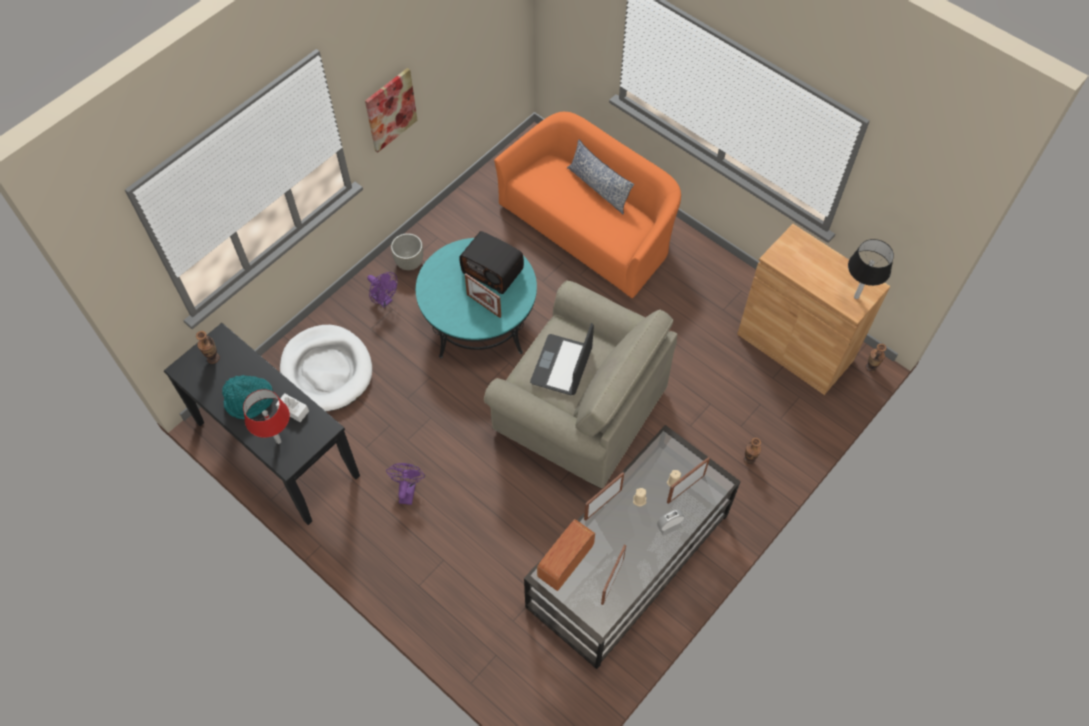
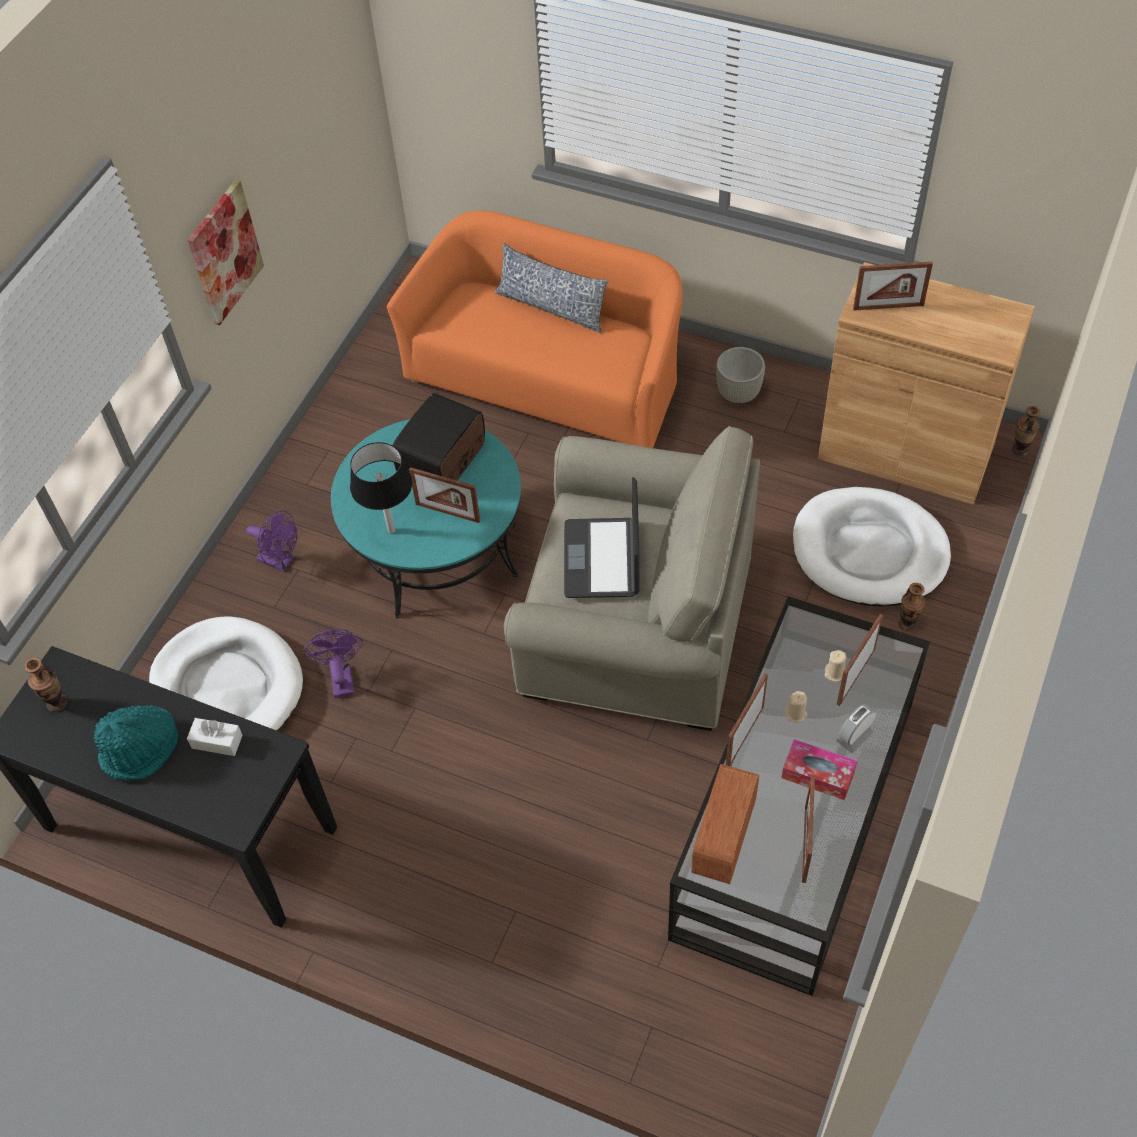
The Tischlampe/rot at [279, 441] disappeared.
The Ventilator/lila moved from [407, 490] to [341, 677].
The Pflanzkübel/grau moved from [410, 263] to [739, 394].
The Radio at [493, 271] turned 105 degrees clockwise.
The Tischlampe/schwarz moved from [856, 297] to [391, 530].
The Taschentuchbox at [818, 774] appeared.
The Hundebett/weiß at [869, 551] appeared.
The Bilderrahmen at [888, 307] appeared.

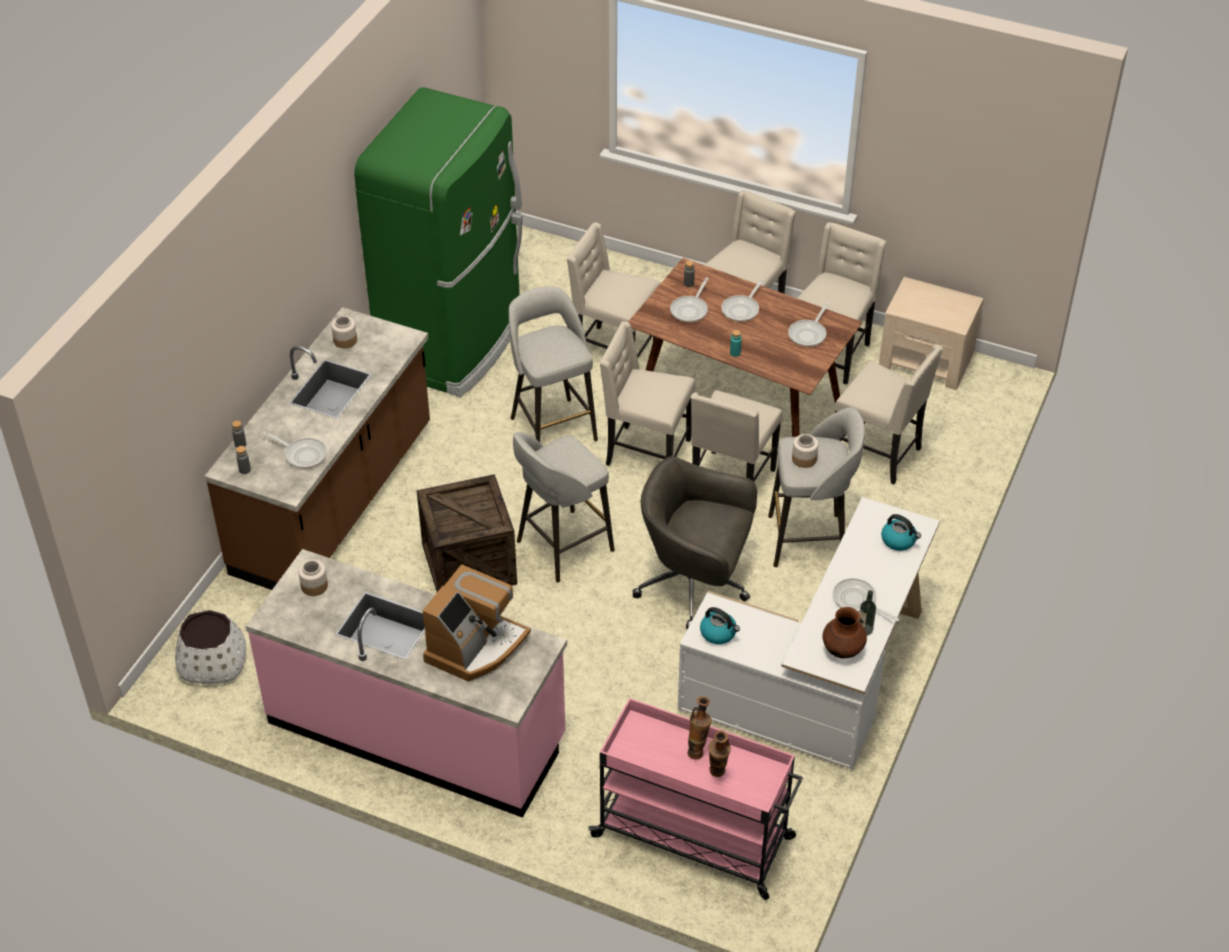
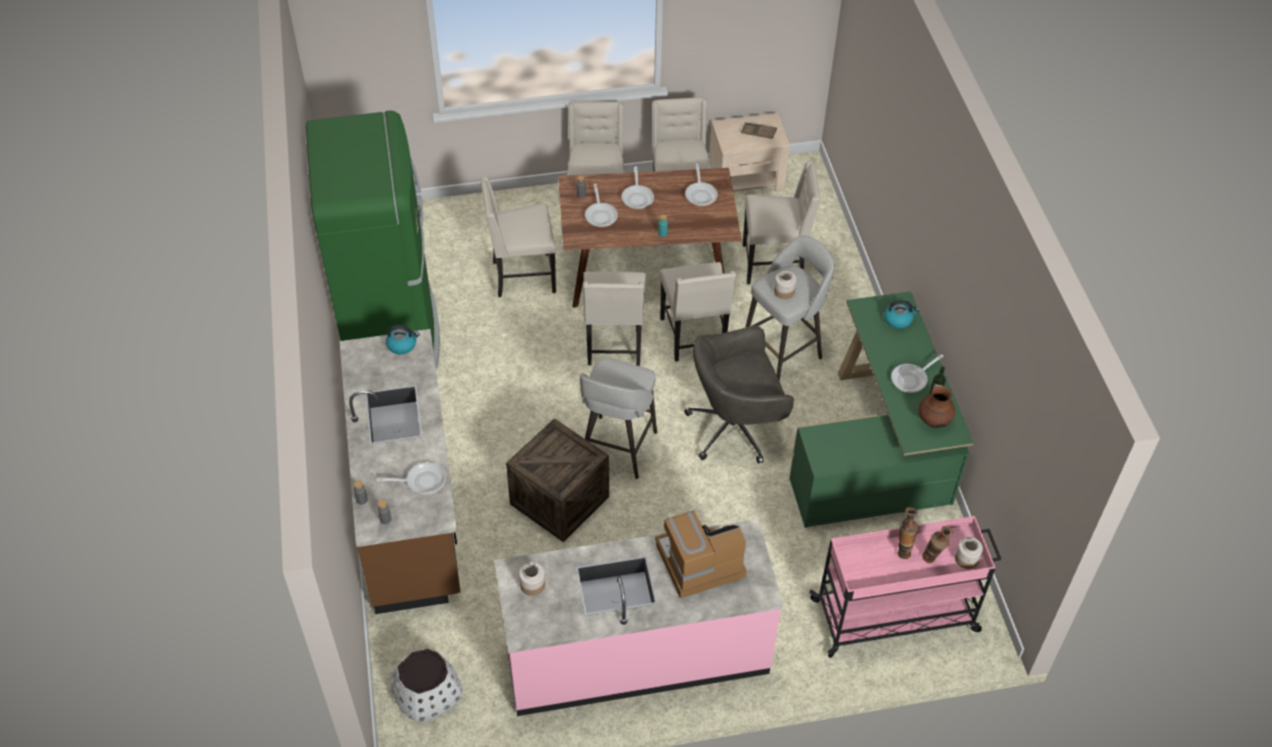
The Vorratsglas moved from [345, 340] to [966, 559].
The Kaffeemaschine at [476, 646] turned 105 degrees counterclockwise.
The Hocker/grau at [552, 427] disappeared.
The Stuhl/beige at [646, 453] turned 75 degrees counterclockwise.
The Schreibtisch/weiß at [819, 680] became the Schreibtisch/grün at [877, 452].
The Wasserkessel moved from [718, 633] to [402, 345].
The Pfanne at [857, 601] turned 45 degrees counterclockwise.
The Tablett/braun at [758, 132] appeared.

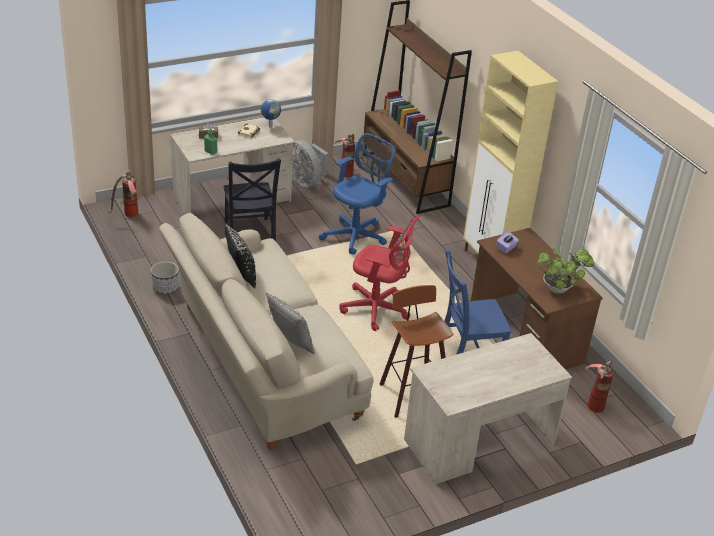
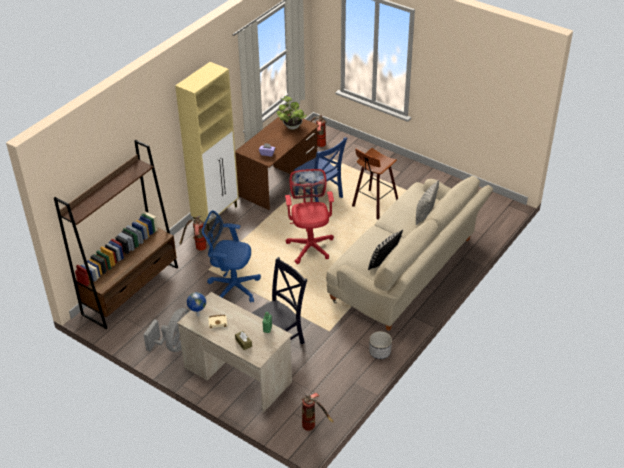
The Feuerlöscher moved from [346, 171] to [197, 248].
The Schreibtisch/beige at [479, 442] disappeared.

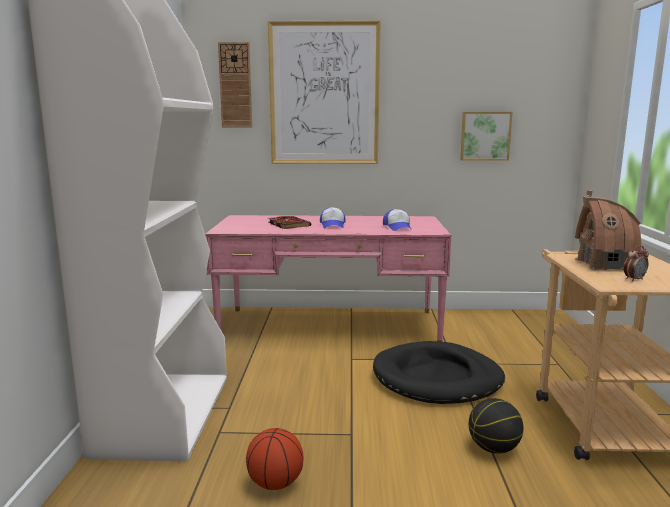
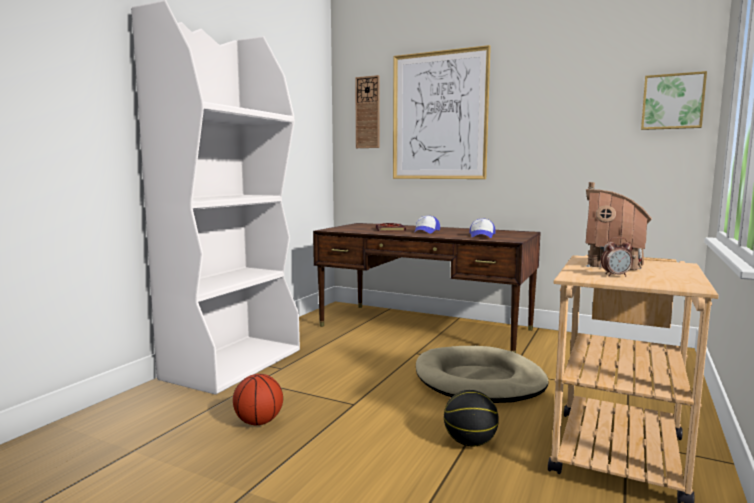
The Schreibtisch/rosa at [330, 326] became the Schreibtisch/braun at [424, 327].
The Hundebett/schwarz at [437, 378] became the Hundebett/beige at [479, 380].
The Bild moved from [485, 136] to [672, 101].

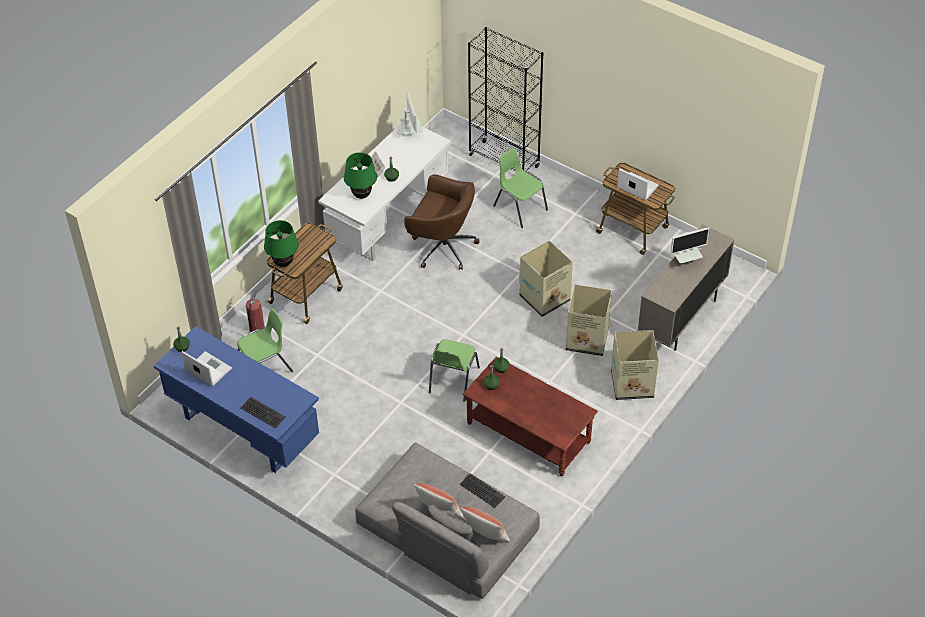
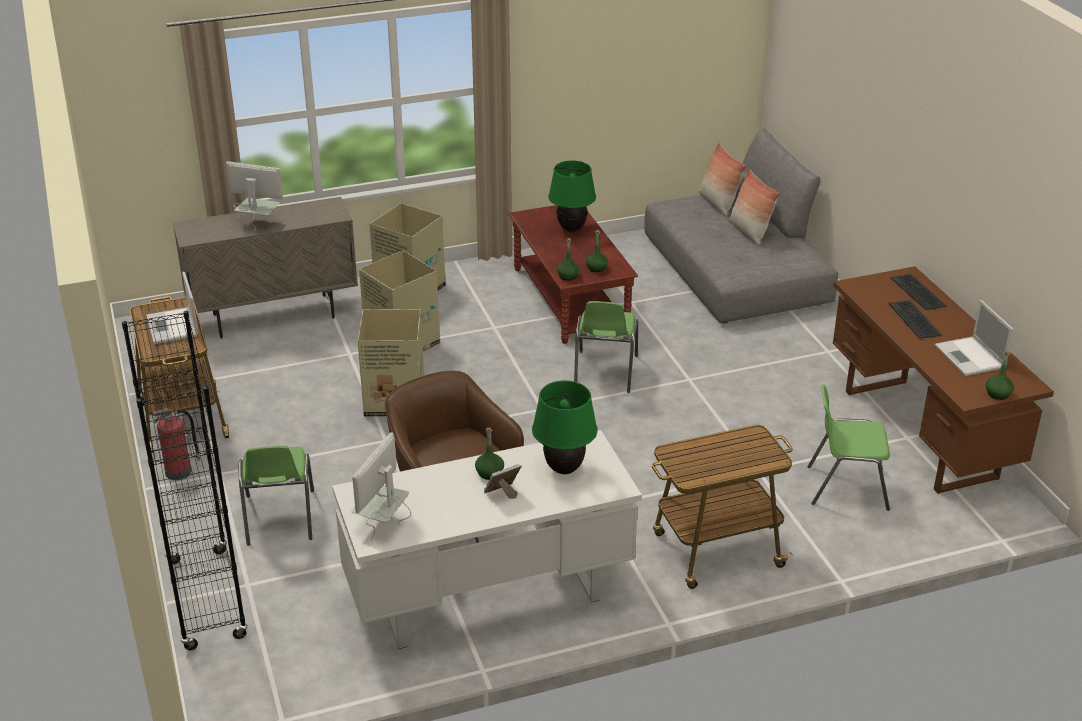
The Schreibtisch/blau at [243, 430] became the Schreibtisch/braun at [920, 433].
The Feuerlöscher moved from [256, 329] to [179, 471].
The Tischlampe/grün moved from [283, 263] to [571, 229].
The Stuhl/grün at [453, 380] turned 135 degrees clockwise.
The Tastatur moved from [482, 491] to [915, 319].

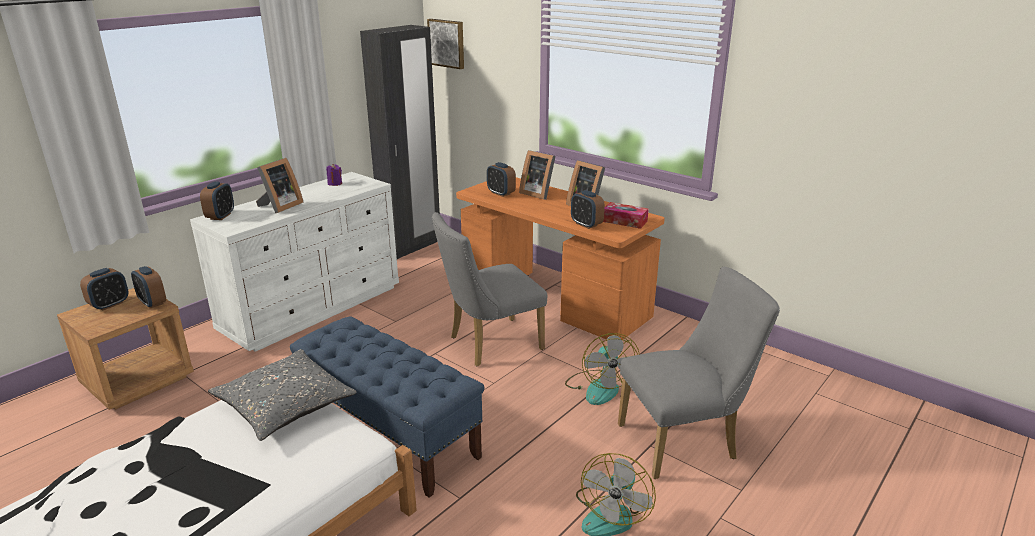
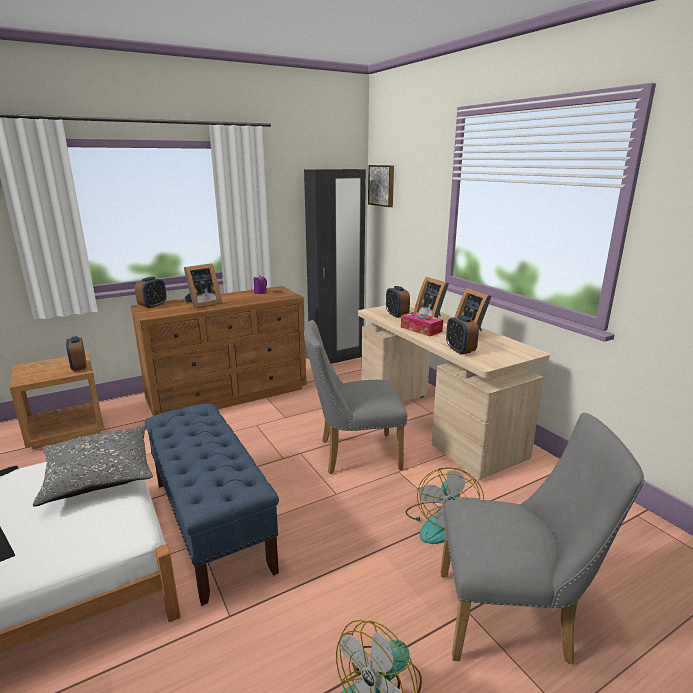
The Wecker at [109, 304] disappeared.
The Kommode/weiß at [313, 307] became the Kommode/braun at [229, 394].
The Schreibtisch/orange at [553, 301] became the Schreibtisch/beige at [435, 424].
The Taschentuchbox moved from [624, 221] to [421, 329].

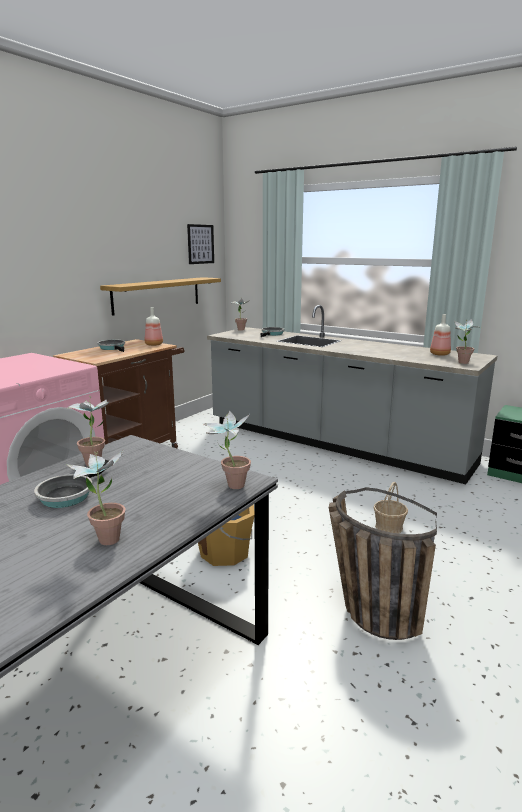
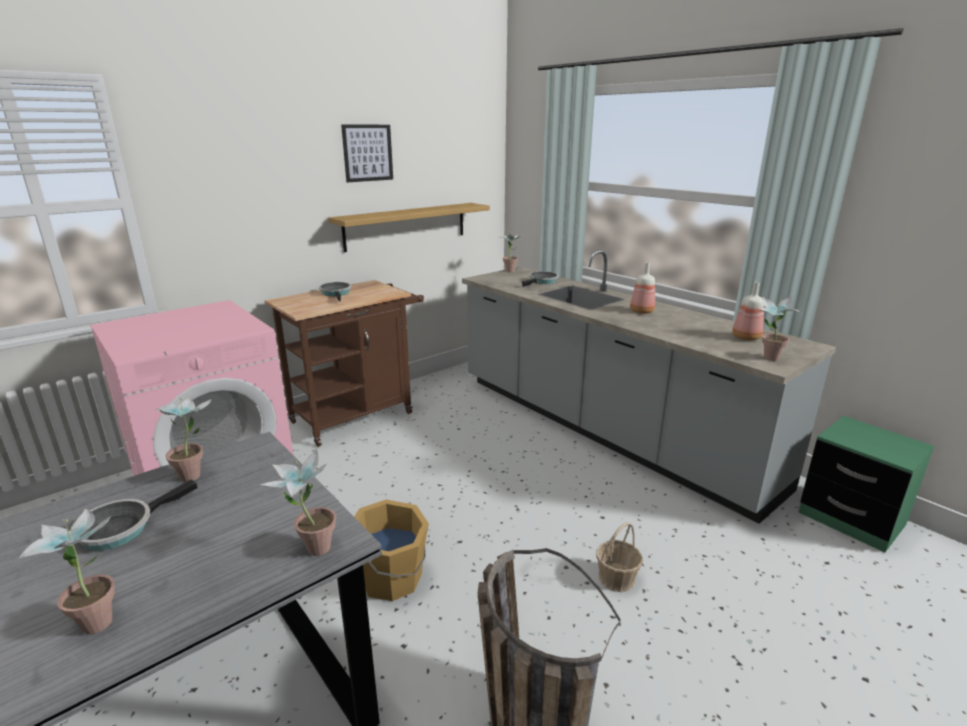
The Flasche moved from [153, 345] to [641, 311].
The Bild moved from [200, 244] to [367, 153].

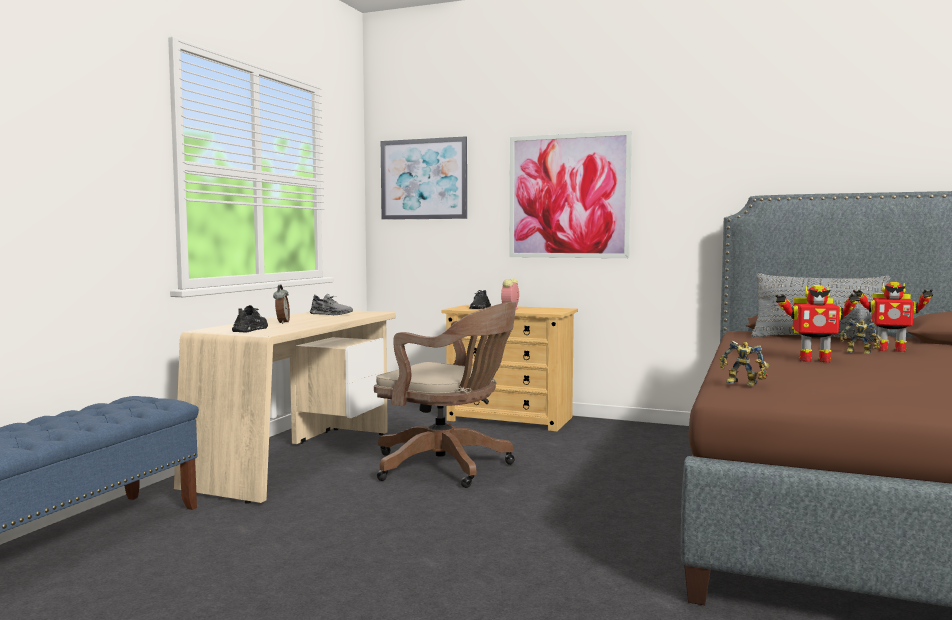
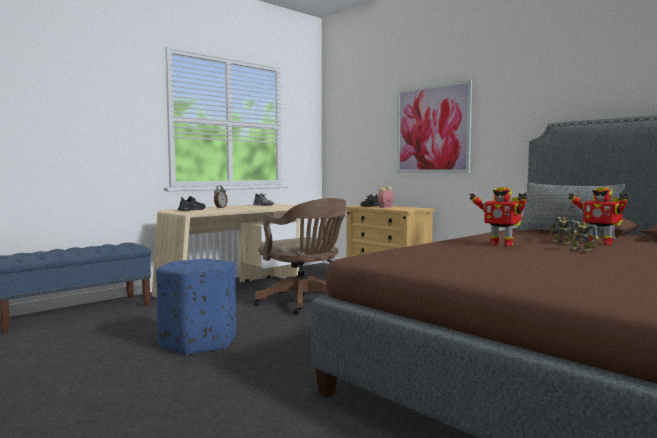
The Bild at [423, 179] disappeared.
The Spielzeugroboter moved from [742, 384] to [581, 250].
The Polsterhocker/blau at [199, 342] appeared.

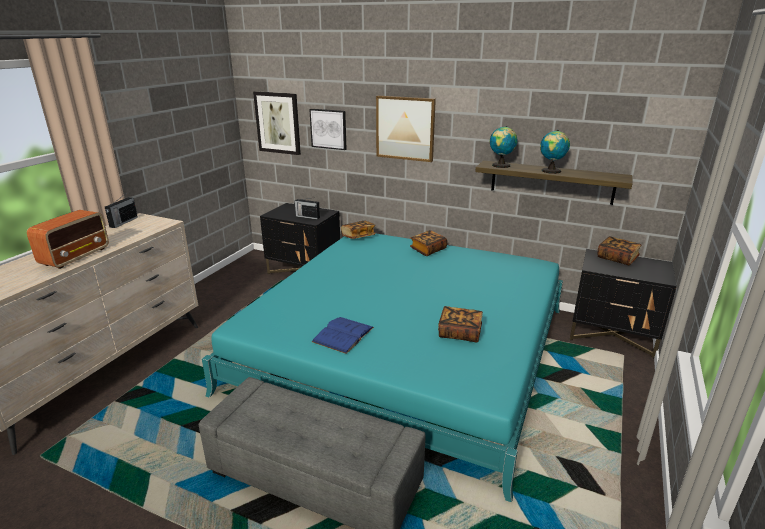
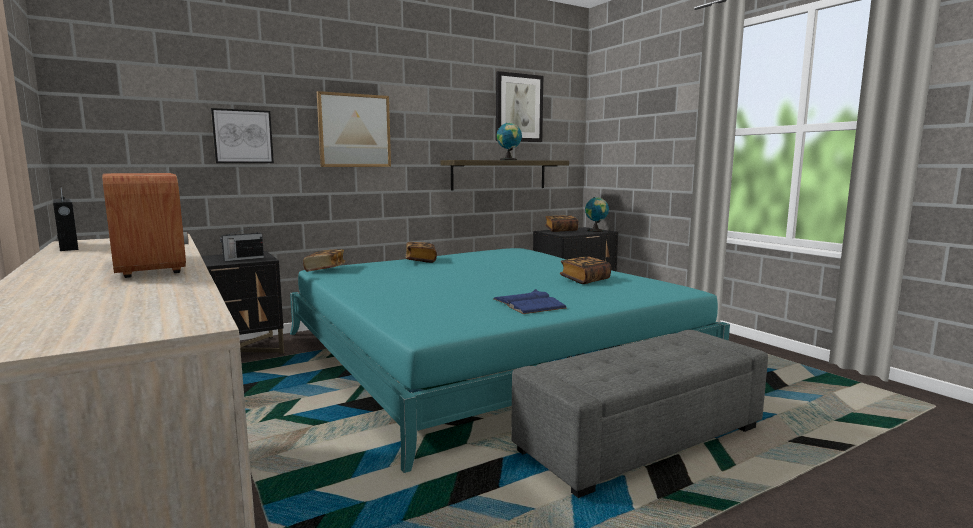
The Bild moved from [278, 123] to [518, 108].
The Globus moved from [501, 166] to [596, 231].

